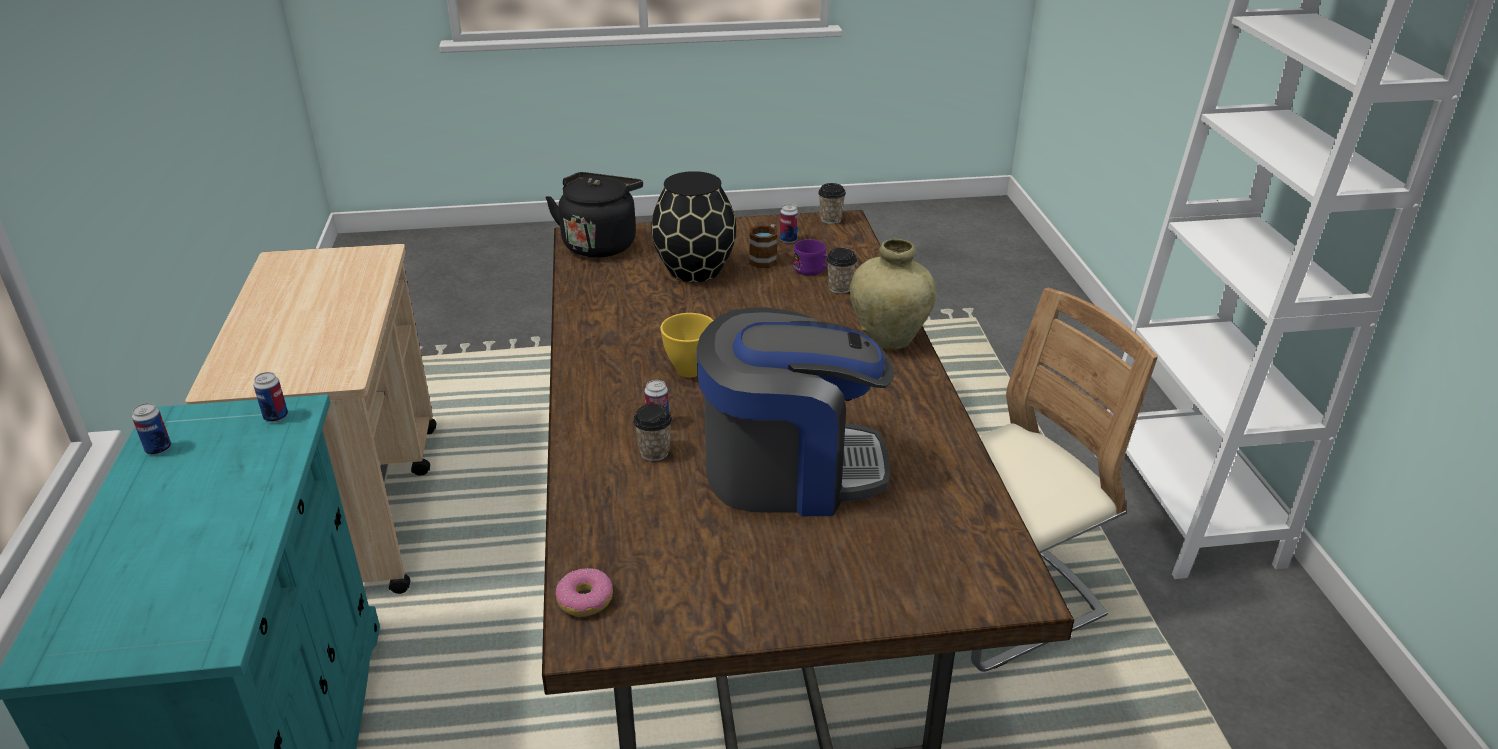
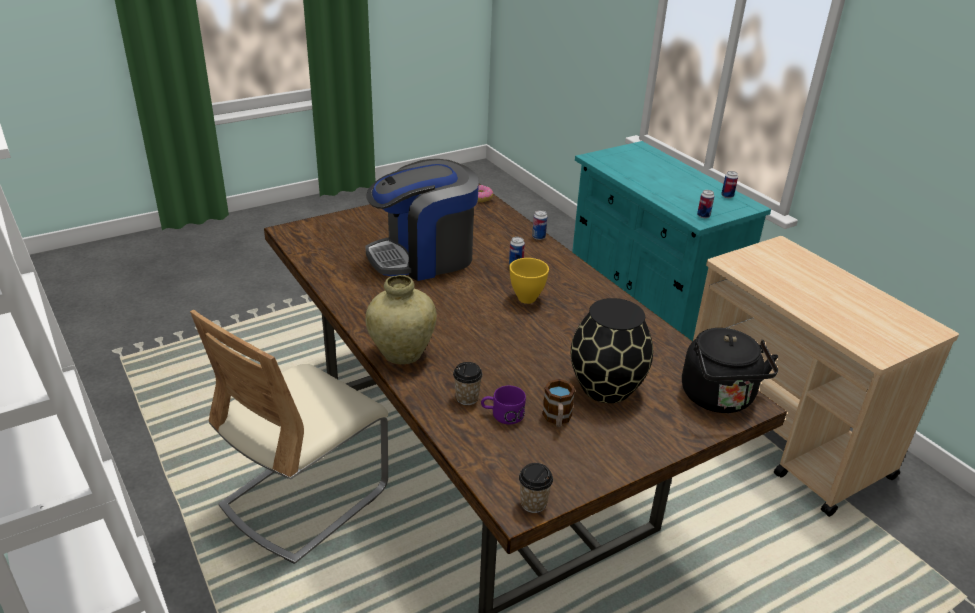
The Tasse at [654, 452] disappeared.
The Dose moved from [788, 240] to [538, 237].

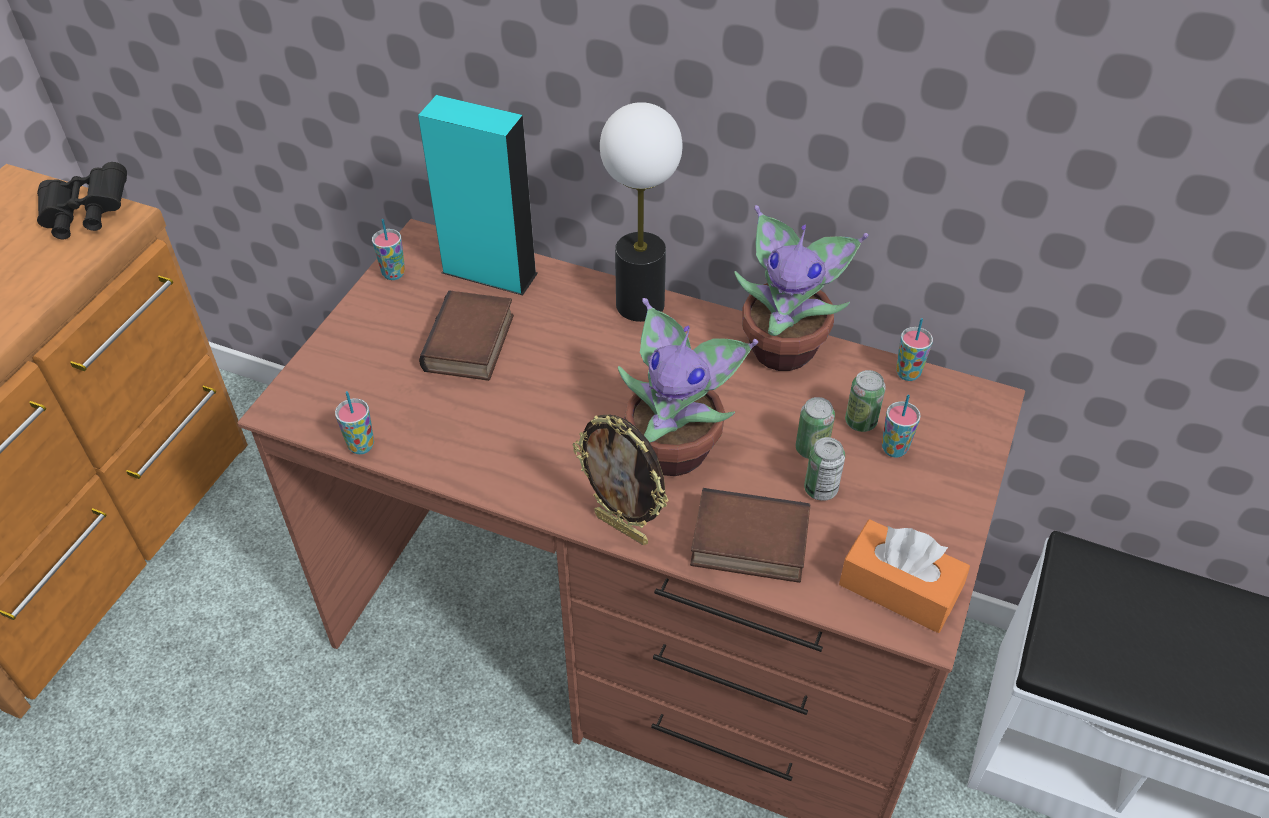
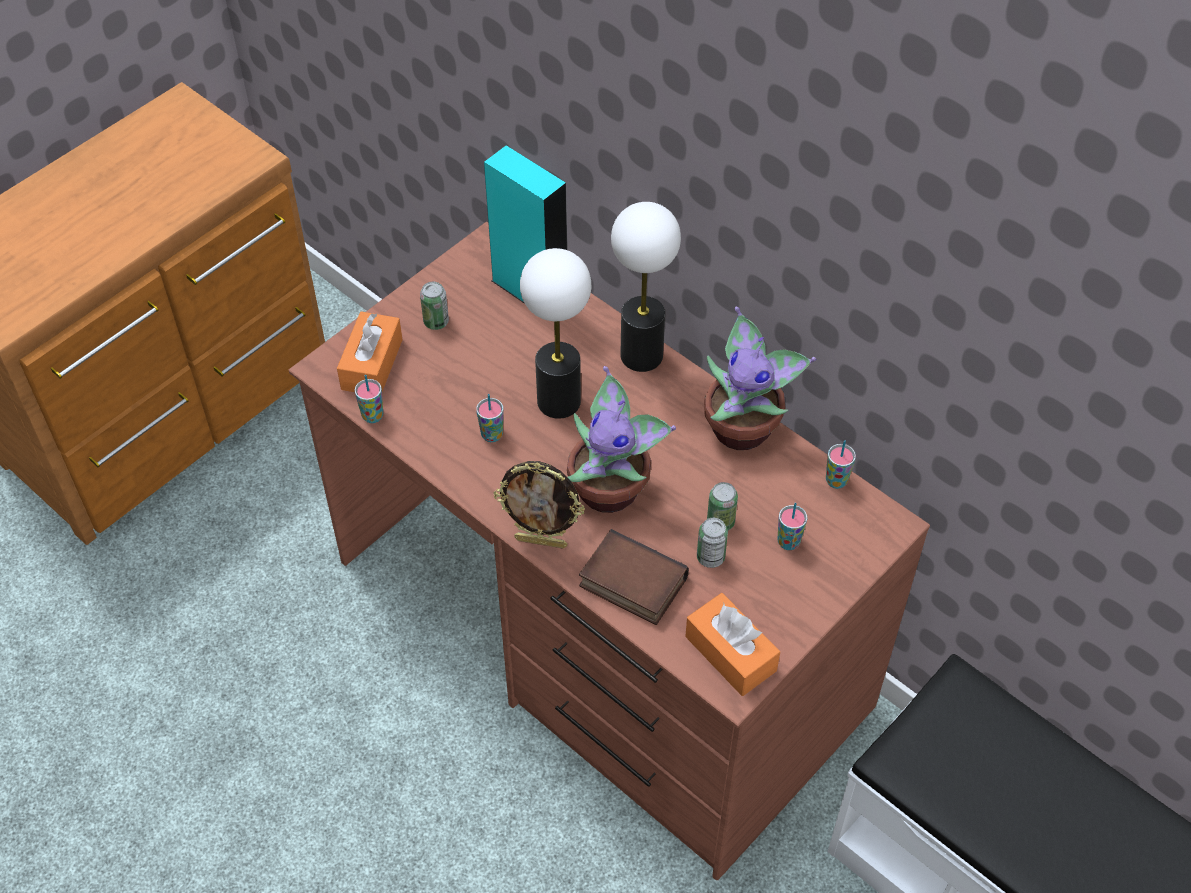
The Fernglas/schwarz at [86, 217] disappeared.
The Tasse moved from [393, 274] to [492, 435].
The Buch at [471, 344] disappeared.
The Bilderrahmen at [623, 528] turned 45 degrees counterclockwise.
The Dose moved from [860, 422] to [436, 322].
The Taschentuchbox/orange at [372, 364] appeared.
The Tischlampe at [559, 402] appeared.

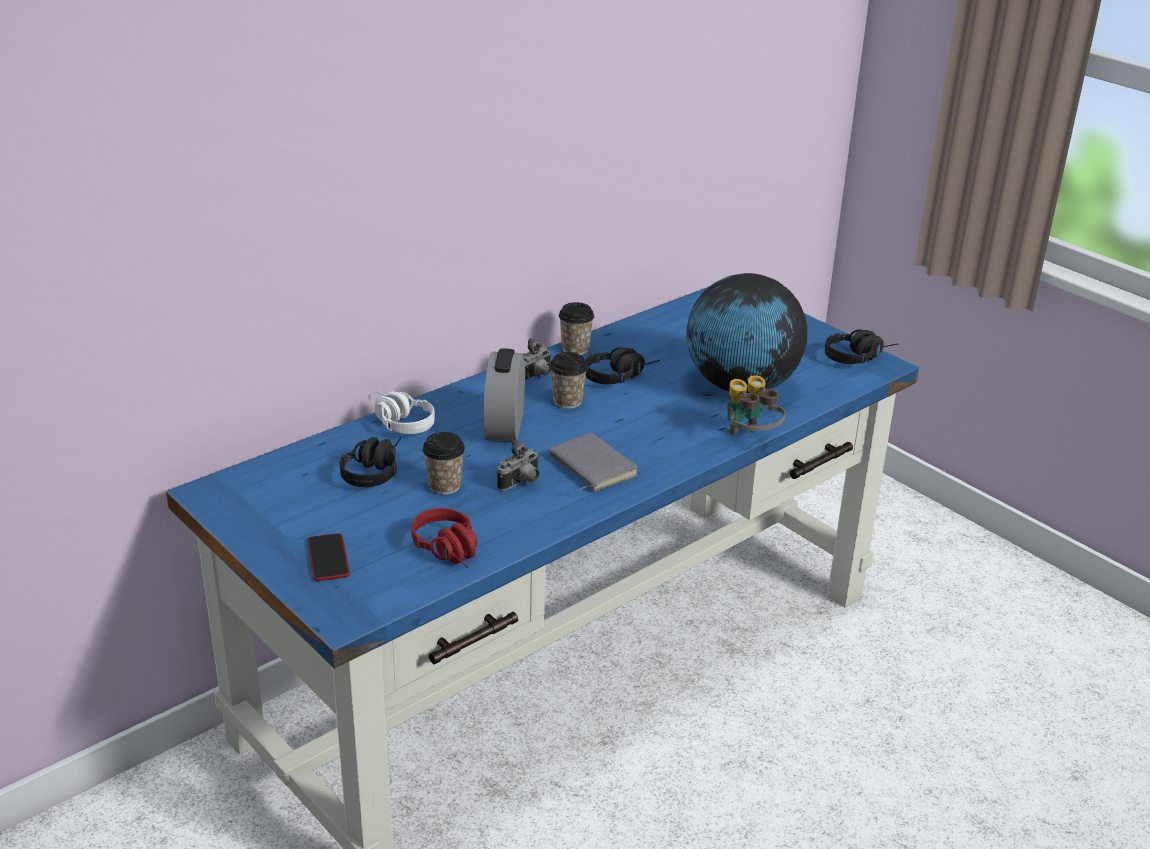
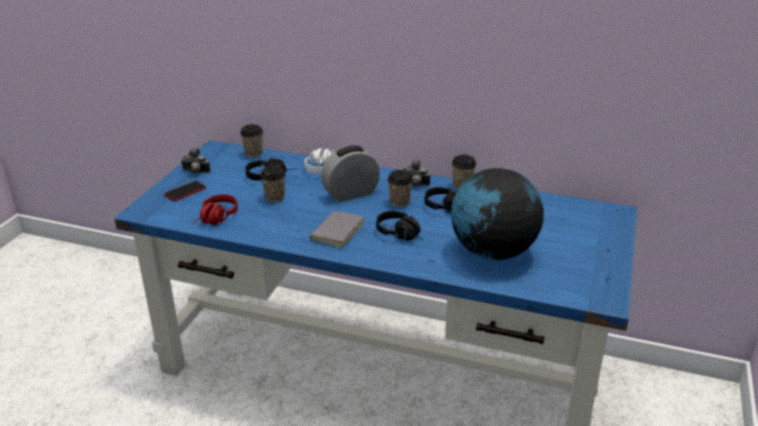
The Kamera moved from [521, 483] to [195, 172].
The Fernglas at [750, 439] disappeared.
The Kopfhörer/schwarz moved from [859, 357] to [402, 235].
The Tasse at [253, 154] appeared.

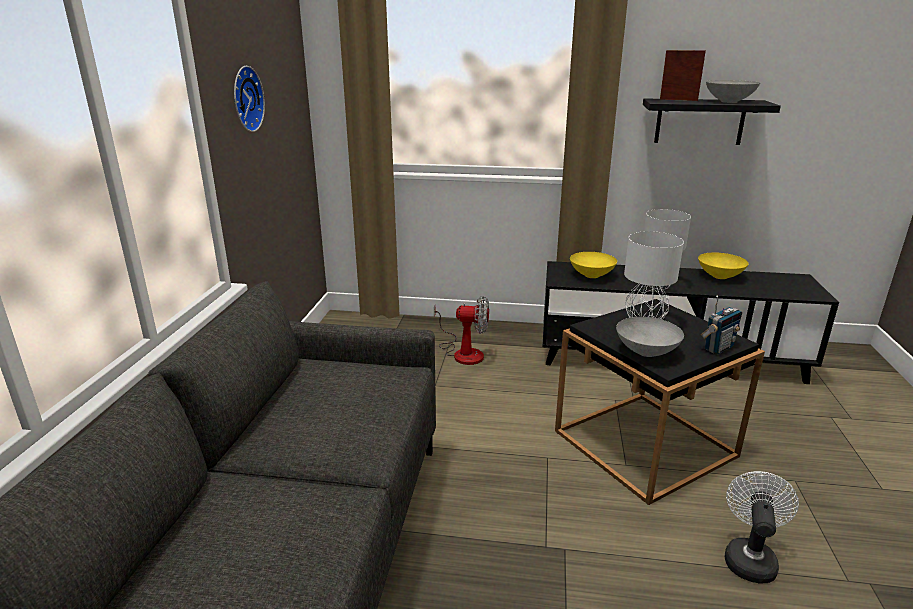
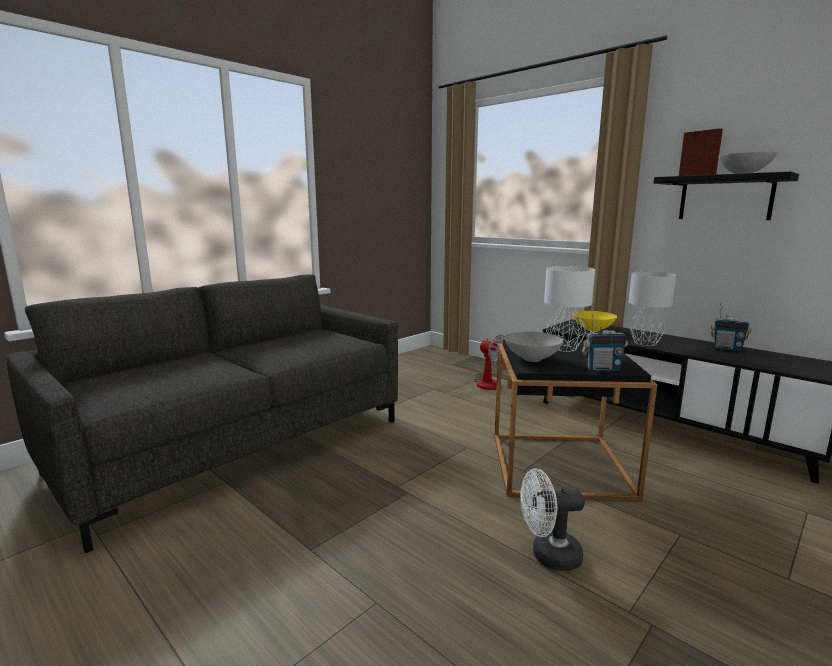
The Wanduhr at [244, 99] disappeared.
The Schüssel/gelb at [720, 276] was replaced by the Radio at [727, 348].
The Ventilator/weiß at [749, 557] turned 150 degrees counterclockwise.

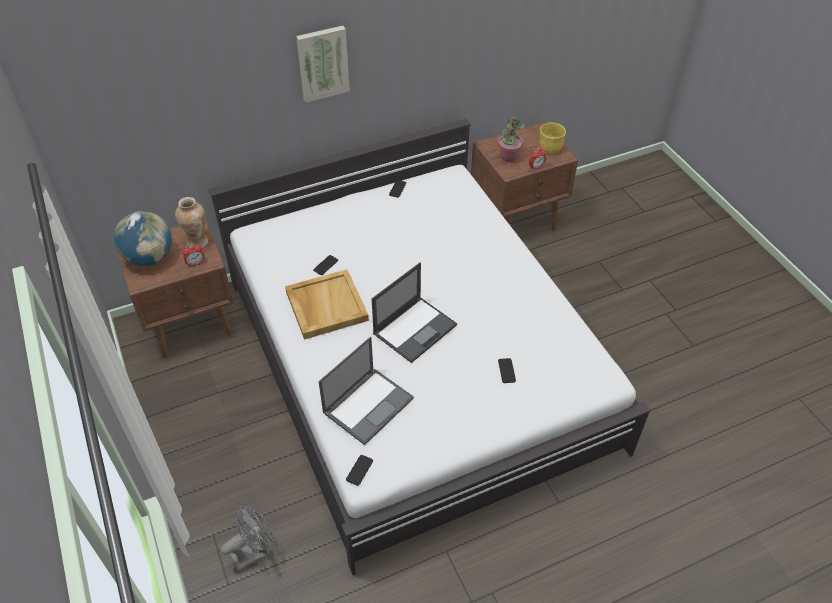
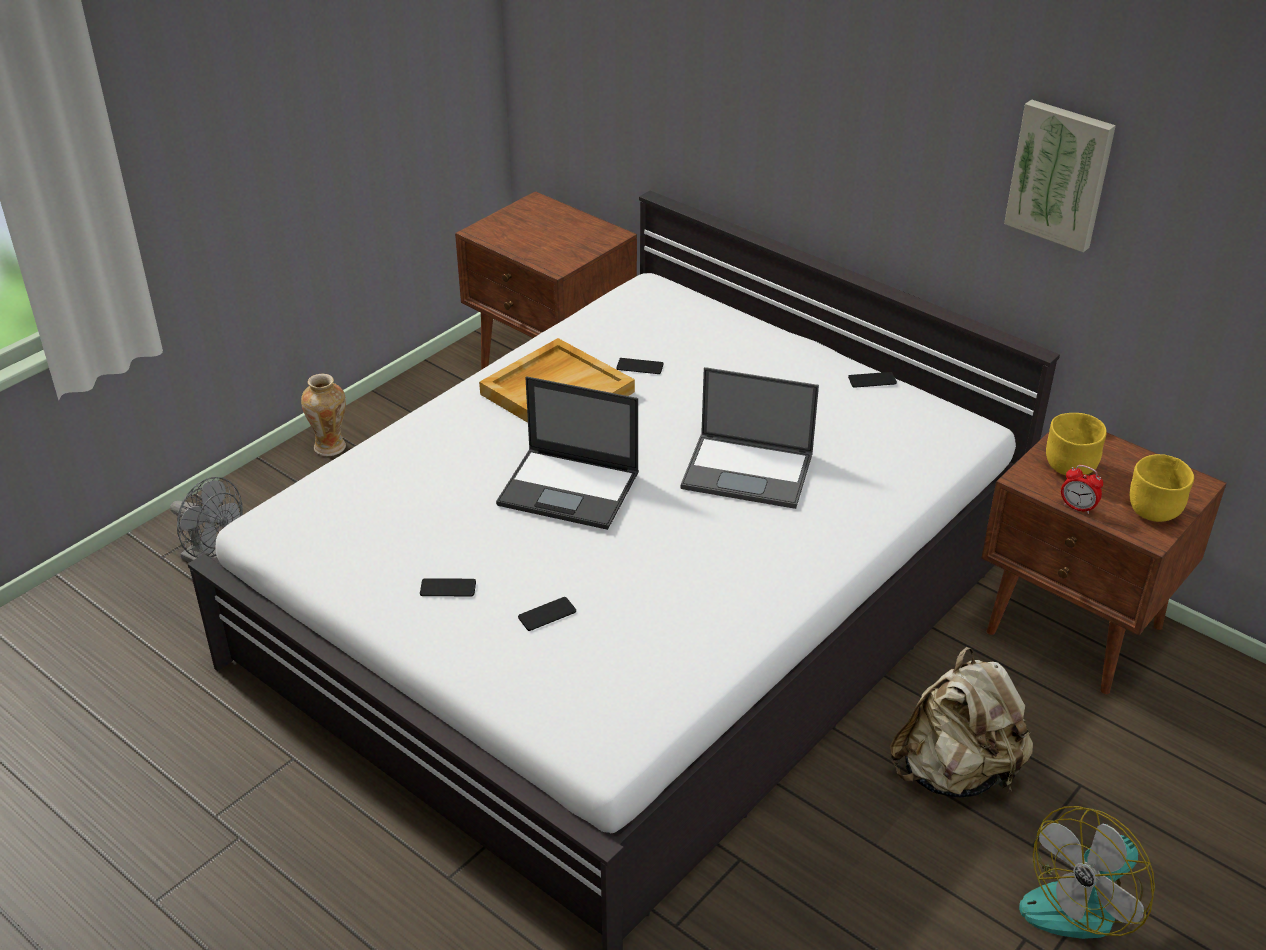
The Globus at [149, 257] disappeared.
The Vase moved from [197, 242] to [331, 447].
The Wecker at [195, 263] disappeared.
The Bild moved from [322, 63] to [1060, 174].
The Laptop moved from [368, 404] to [749, 471].
The Handy moved from [359, 470] to [448, 588].
The Topfpflanze at [508, 157] was replaced by the Schüssel/gelb at [1069, 467].
The Rucksack/beige at [956, 772] appeared.
The Ventilator at [1083, 900] appeared.

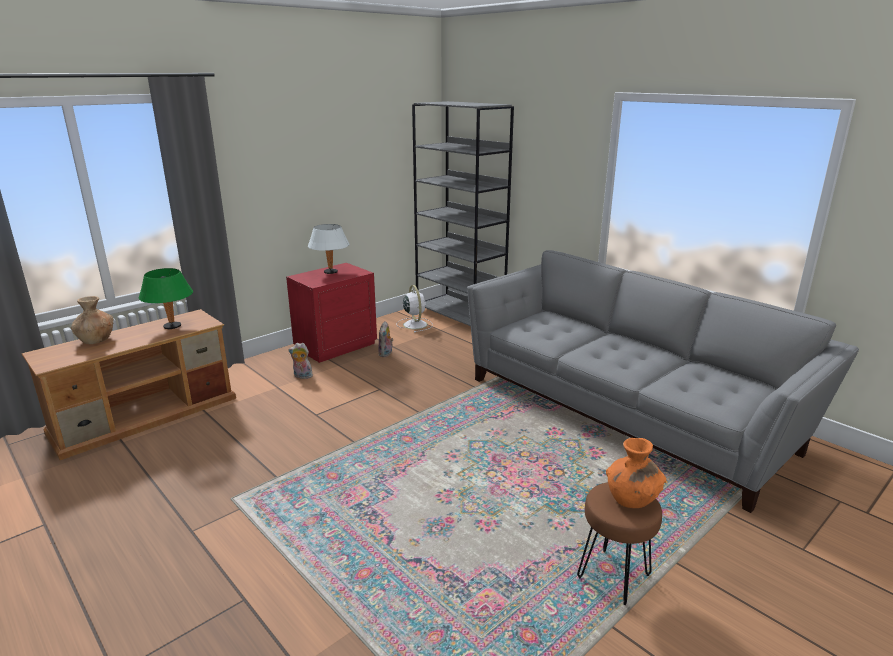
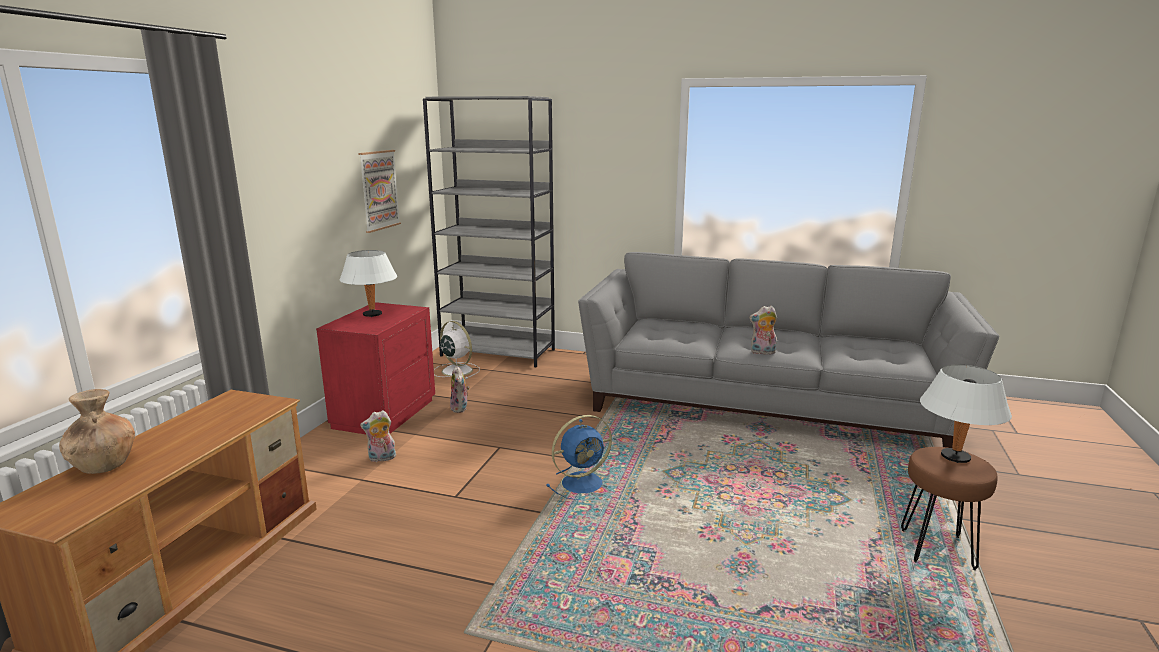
The Tischlampe/grün at [172, 327] disappeared.
The Vase/orange at [631, 499] was replaced by the Tischlampe/weiß at [955, 457].
The Bild at [379, 190] appeared.
The Ventilator/blau at [584, 483] appeared.
The Plüschtier at [762, 352] appeared.

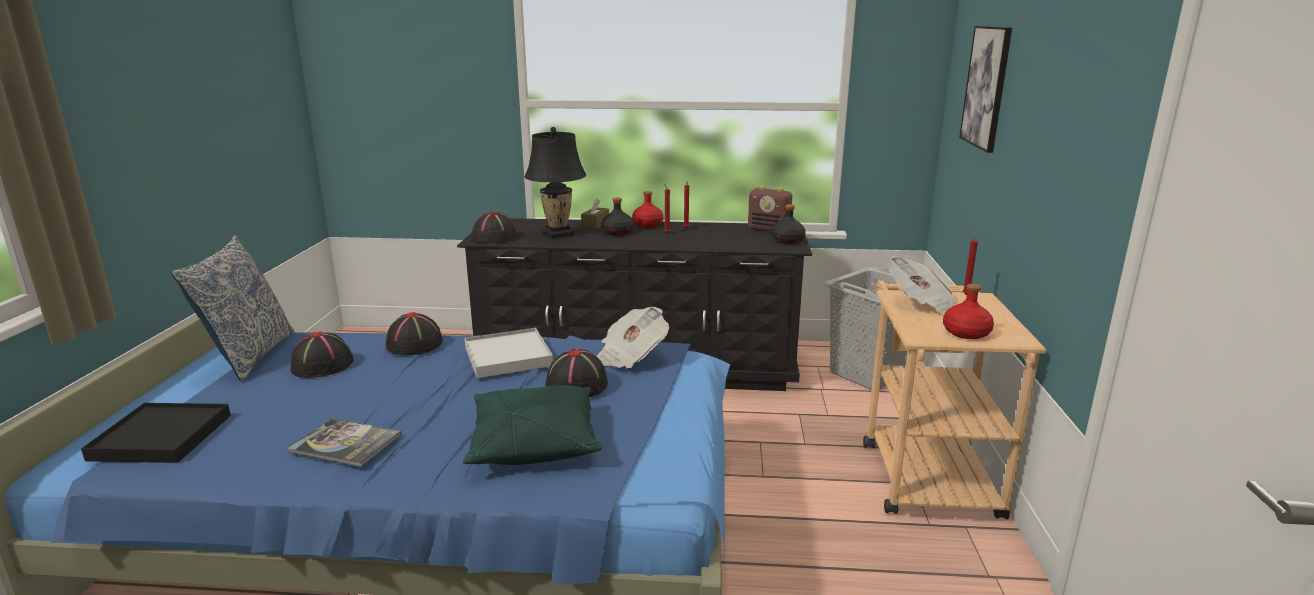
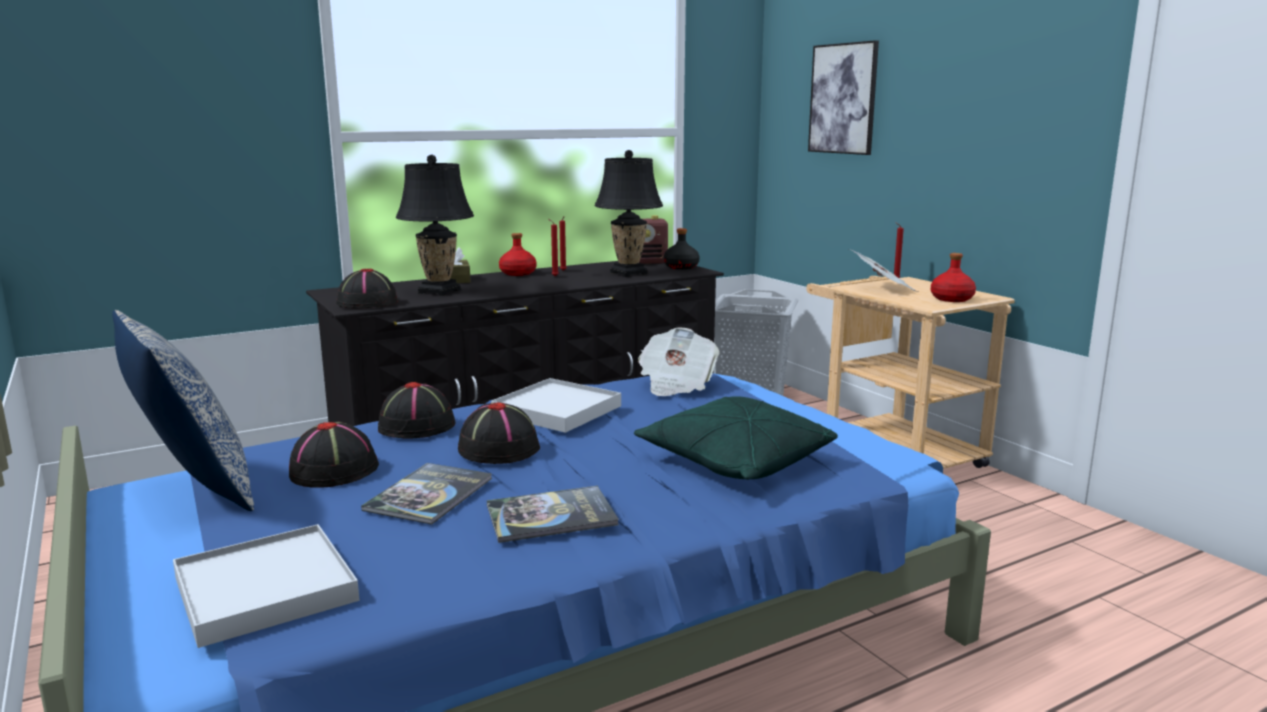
The Tablett/schwarz at [161, 437] became the Tablett/weiß at [265, 589].
The Hut/schwarz moved from [577, 384] to [498, 448].
The Flasche/schwarz at [618, 232] disappeared.
The Buch at [429, 494] appeared.
The Tischlampe/schwarz at [629, 273] appeared.

